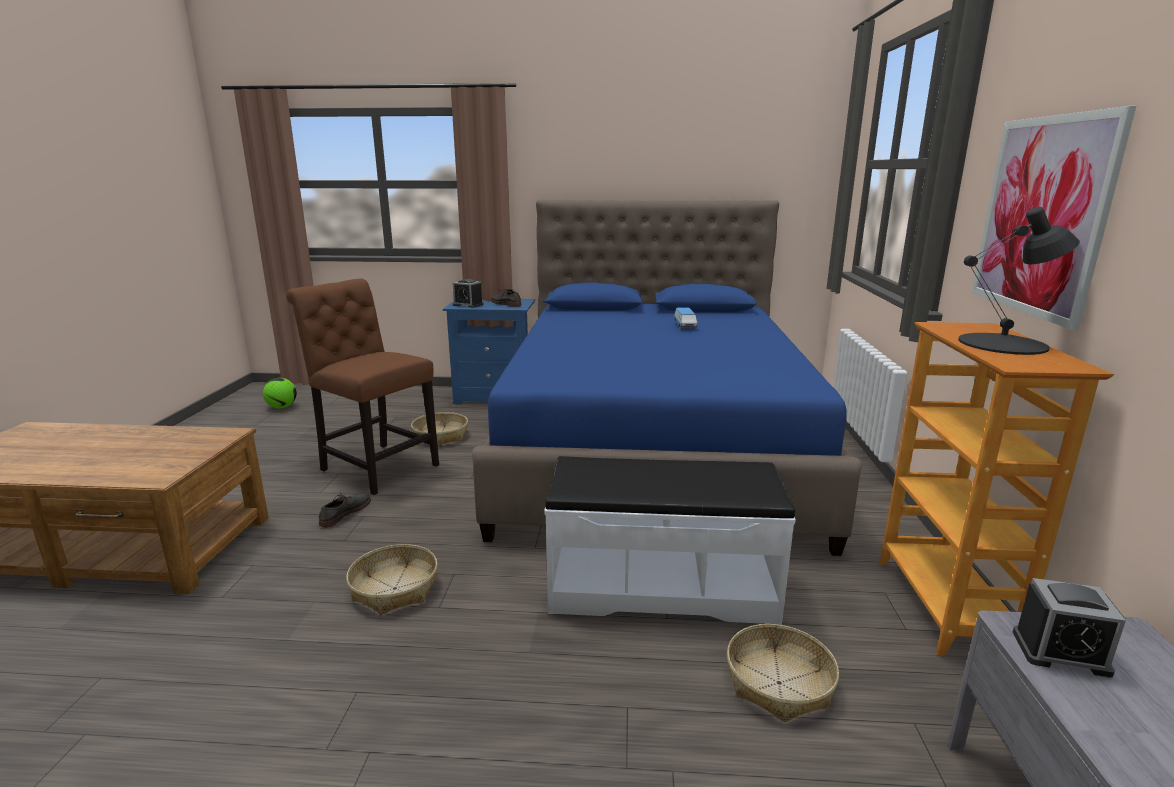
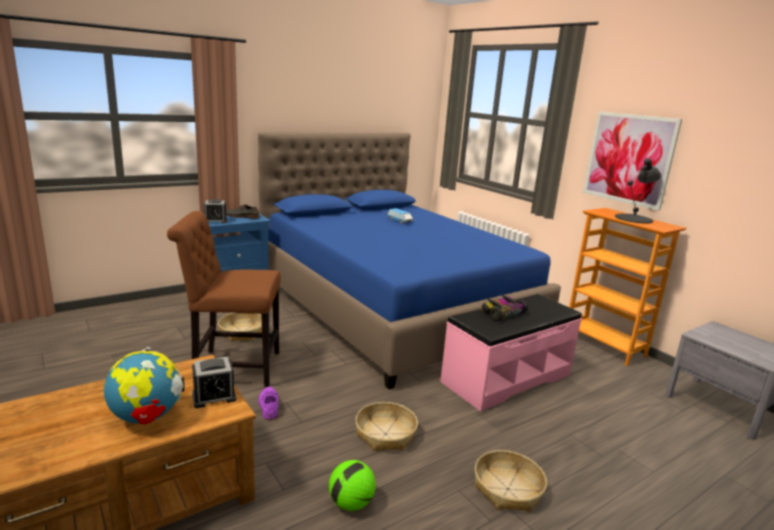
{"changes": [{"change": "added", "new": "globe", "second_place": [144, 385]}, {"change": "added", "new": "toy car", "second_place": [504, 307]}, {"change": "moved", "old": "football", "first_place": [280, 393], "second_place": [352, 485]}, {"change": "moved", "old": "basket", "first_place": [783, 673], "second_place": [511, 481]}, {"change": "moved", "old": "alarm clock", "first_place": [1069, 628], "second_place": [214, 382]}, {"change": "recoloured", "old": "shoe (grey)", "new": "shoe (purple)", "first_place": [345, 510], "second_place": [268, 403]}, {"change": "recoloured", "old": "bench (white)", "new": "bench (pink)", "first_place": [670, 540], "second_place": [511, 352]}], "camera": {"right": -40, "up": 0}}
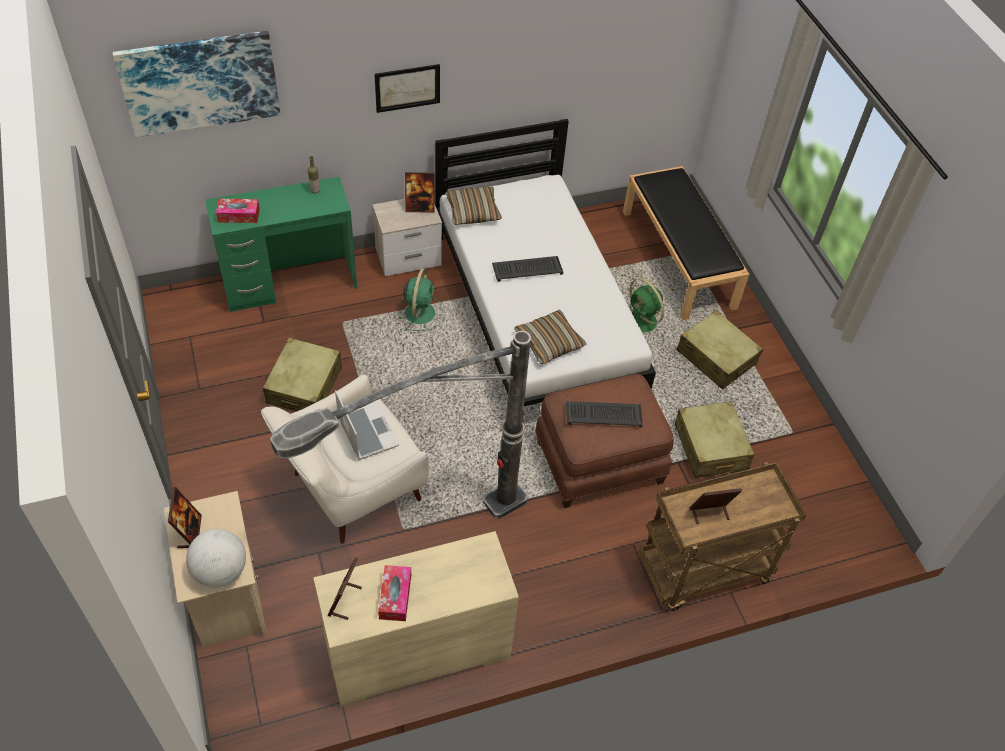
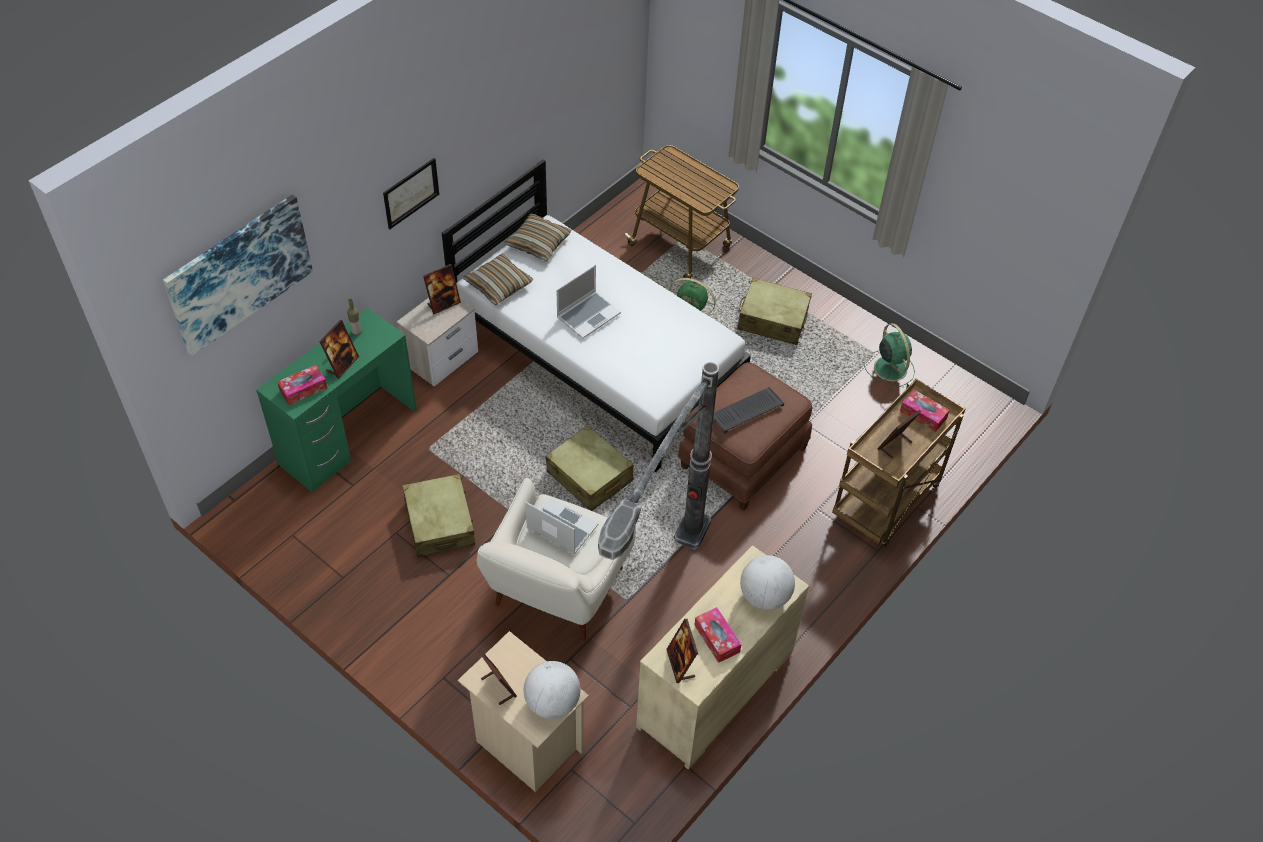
{"changes": [{"change": "added", "new": "picture frame", "second_place": [339, 349]}, {"change": "added", "new": "globe", "second_place": [767, 582]}, {"change": "added", "new": "tissue box", "second_place": [925, 411]}, {"change": "moved", "old": "fan (green)", "first_place": [418, 299], "second_place": [889, 356]}, {"change": "moved", "old": "pillow", "first_place": [550, 336], "second_place": [538, 237]}, {"change": "moved", "old": "suitcase (beige)", "first_place": [715, 439], "second_place": [589, 468]}, {"change": "replaced", "old": "keyboard", "new": "laptop", "first_place": [527, 269], "second_place": [588, 302]}, {"change": "replaced", "old": "bench (black)", "new": "cart", "first_place": [686, 243], "second_place": [682, 213]}], "camera": {"right": -30, "up": 0}}
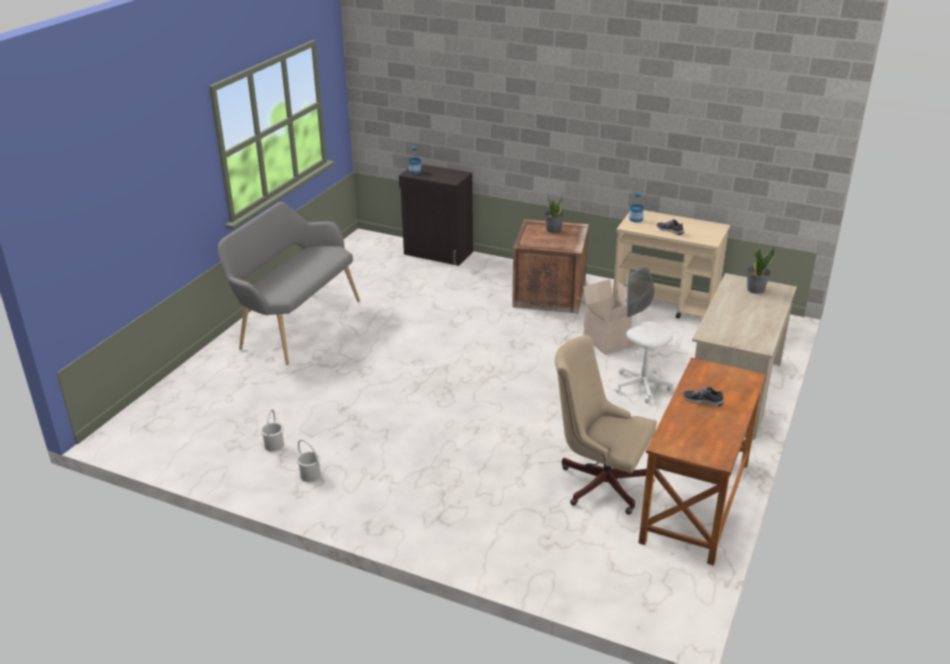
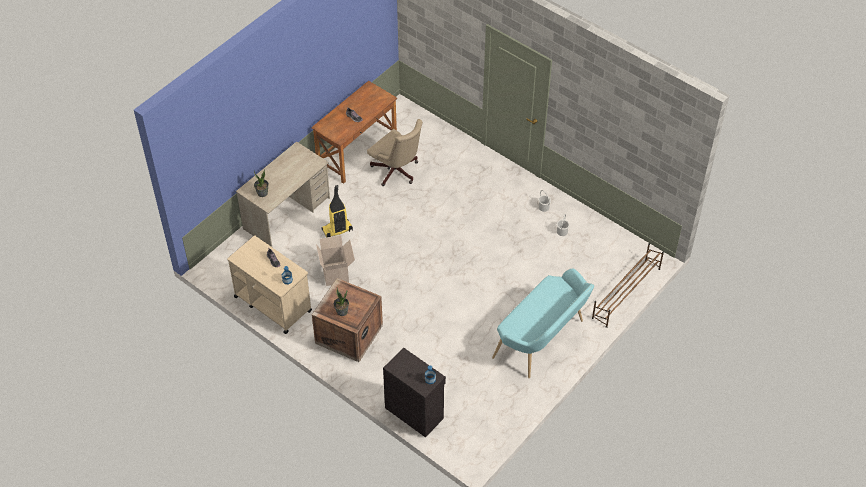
{"changes": [{"change": "added", "new": "shoe rack (brown)", "second_place": [628, 285]}, {"change": "replaced", "old": "office chair (white)", "new": "vacuum cleaner", "first_place": [644, 335], "second_place": [337, 211]}, {"change": "recoloured", "old": "bench (grey)", "new": "bench (turquoise)", "first_place": [289, 283], "second_place": [543, 323]}], "camera": {"right": -165, "up": 20}}
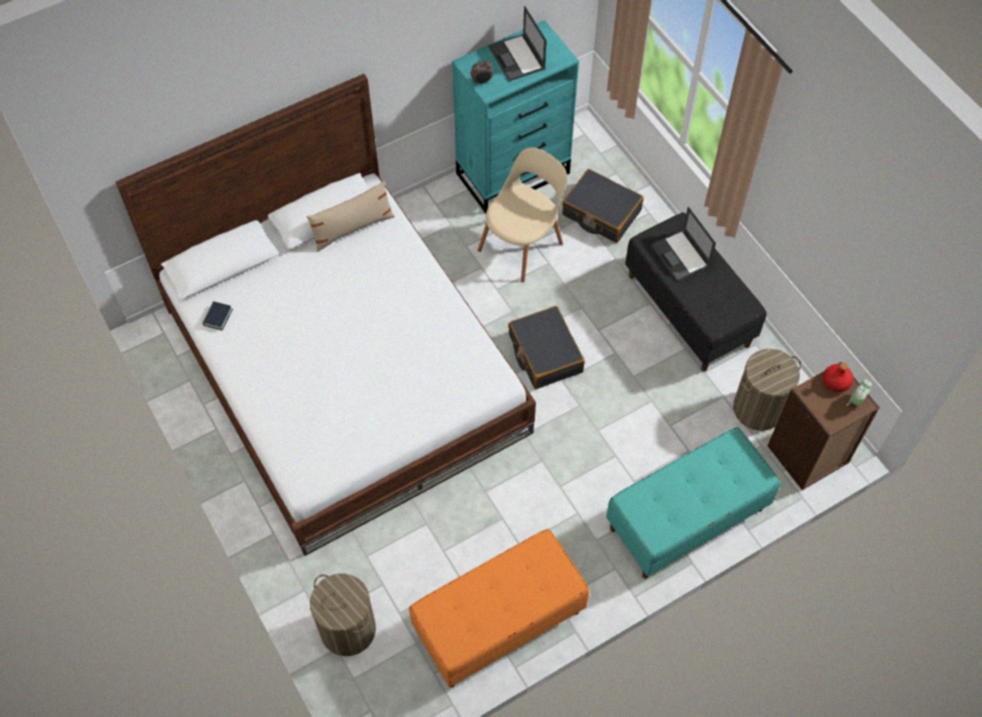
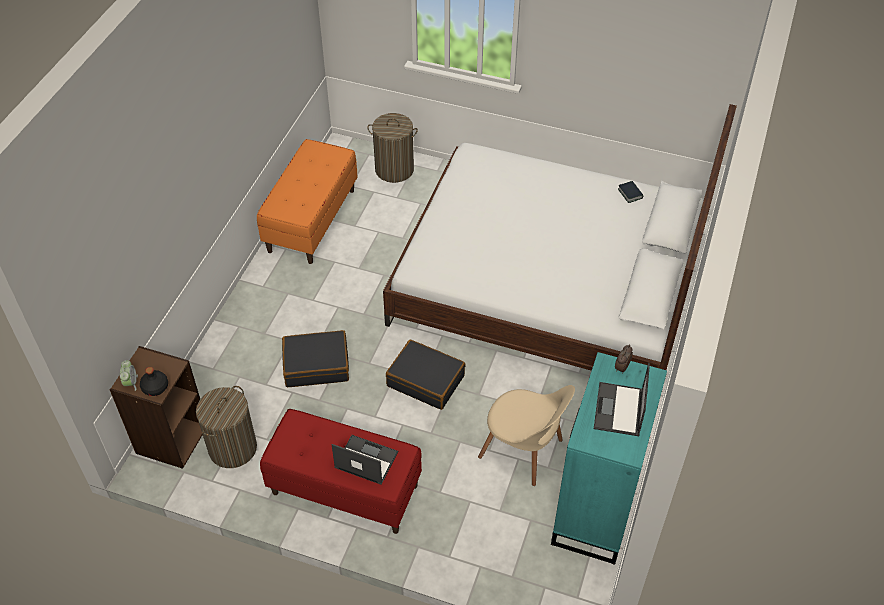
{"changes": [{"change": "removed", "old": "pillow (beige)", "first_place": [351, 216]}, {"change": "removed", "old": "bench (turquoise)", "first_place": [693, 503]}, {"change": "moved", "old": "suitcase (black)", "first_place": [603, 206], "second_place": [315, 358]}, {"change": "recoloured", "old": "bench (black)", "new": "bench (red)", "first_place": [696, 291], "second_place": [341, 471]}, {"change": "recoloured", "old": "bottle (red)", "new": "bottle (black)", "first_place": [838, 377], "second_place": [154, 381]}, {"change": "turned", "old": "chair (beige)", "first_place": [522, 214], "second_place": [526, 435], "degrees": -60}, {"change": "turned", "old": "laptop", "first_place": [518, 43], "second_place": [622, 399], "degrees": -105}], "camera": {"right": 140, "up": -10}}
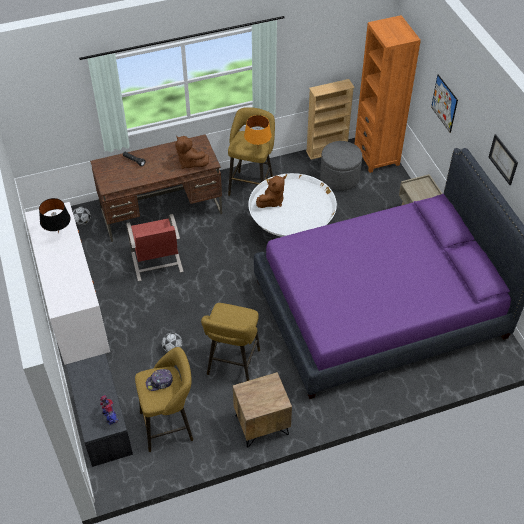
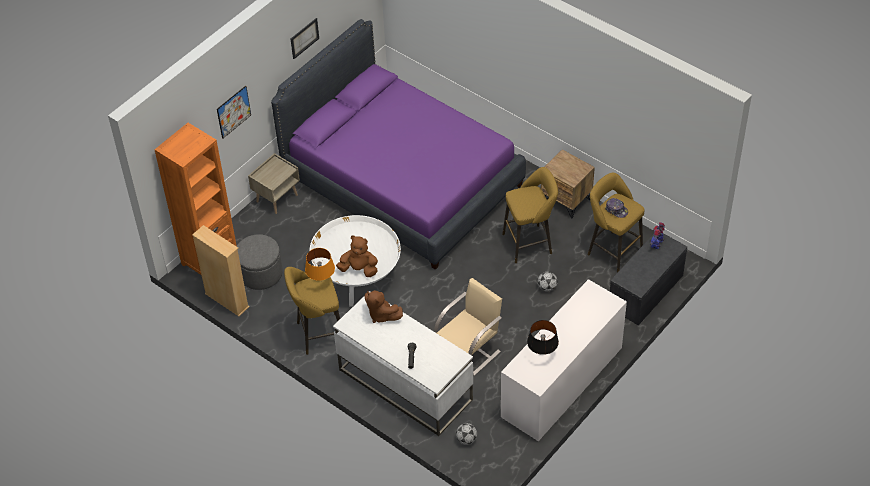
{"changes": [{"change": "recoloured", "old": "desk (brown)", "new": "desk (white)", "first_place": [156, 188], "second_place": [403, 363]}, {"change": "recoloured", "old": "chair (red)", "new": "chair (beige)", "first_place": [155, 247], "second_place": [468, 327]}, {"change": "turned", "old": "plush toy (brown)", "first_place": [192, 152], "second_place": [383, 306], "degrees": 120}], "camera": {"right": -120, "up": 0}}
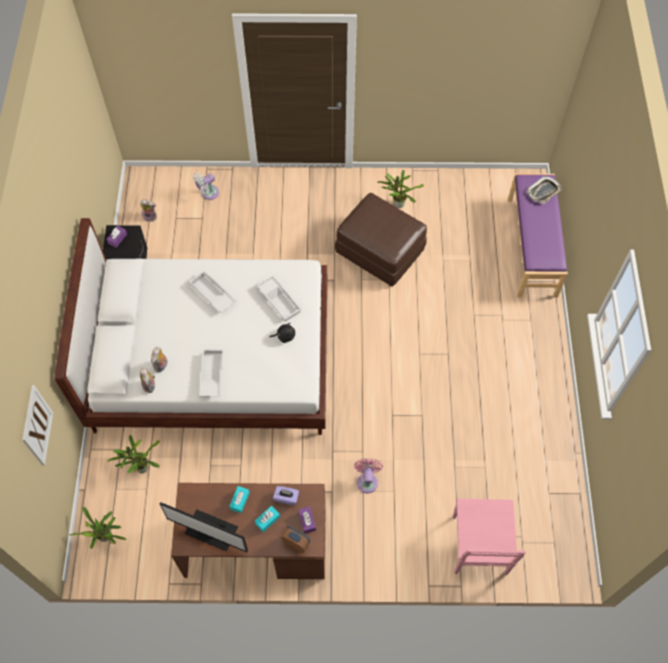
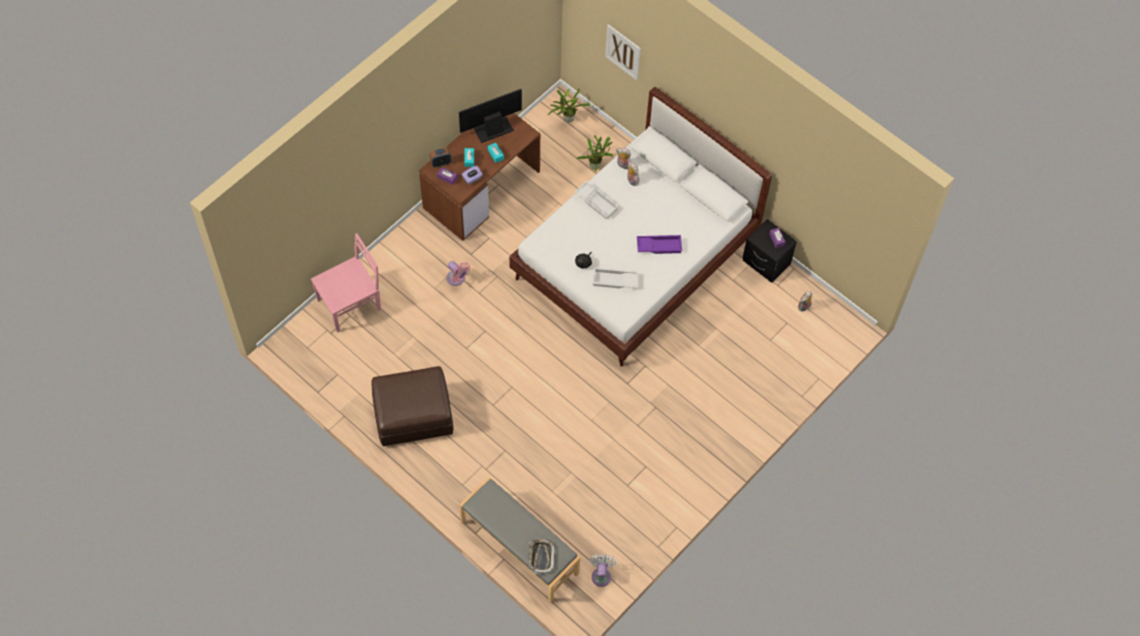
{"changes": [{"change": "removed", "old": "potted plant", "first_place": [400, 189]}, {"change": "moved", "old": "fan (white)", "first_place": [206, 186], "second_place": [602, 570]}, {"change": "moved", "old": "ottoman (brown)", "first_place": [381, 240], "second_place": [412, 406]}, {"change": "recoloured", "old": "tray (white)", "new": "tray (purple)", "first_place": [213, 291], "second_place": [659, 244]}, {"change": "recoloured", "old": "bench (purple)", "new": "bench (grey)", "first_place": [538, 235], "second_place": [519, 540]}, {"change": "turned", "old": "chair (pink)", "first_place": [489, 537], "second_place": [346, 282], "degrees": 105}], "camera": {"right": 130, "up": 0}}
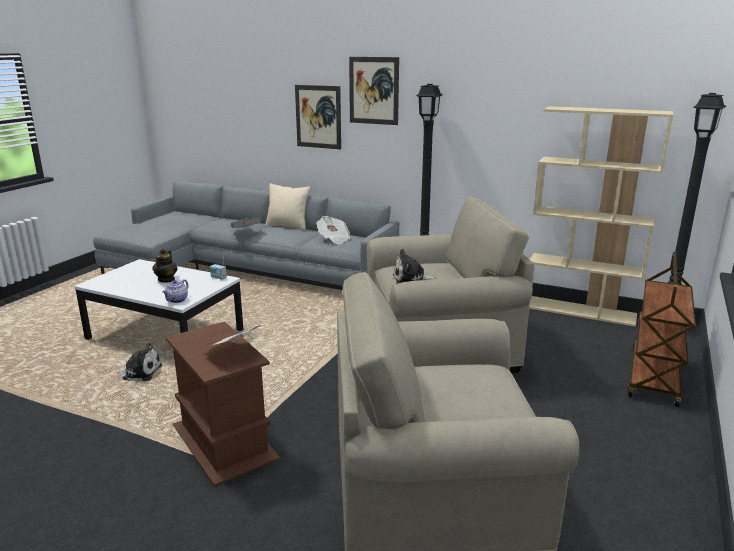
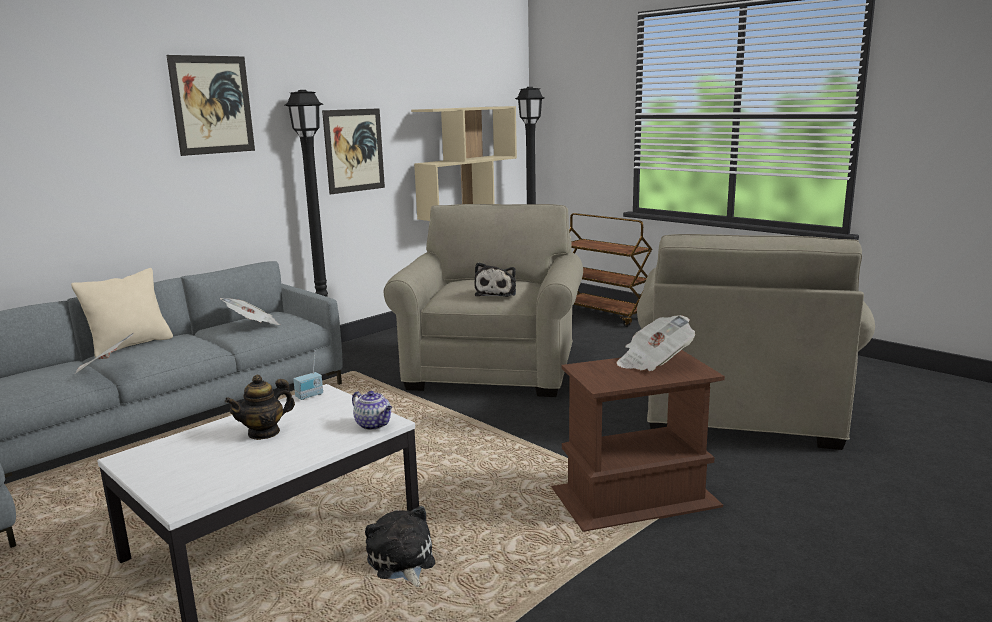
{"changes": [{"change": "moved", "old": "picture", "first_place": [318, 117], "second_place": [353, 151]}, {"change": "turned", "old": "plush toy", "first_place": [139, 362], "second_place": [400, 546], "degrees": -45}, {"change": "turned", "old": "teapot", "first_place": [165, 265], "second_place": [260, 407], "degrees": 120}], "camera": {"right": -70, "up": -5}}
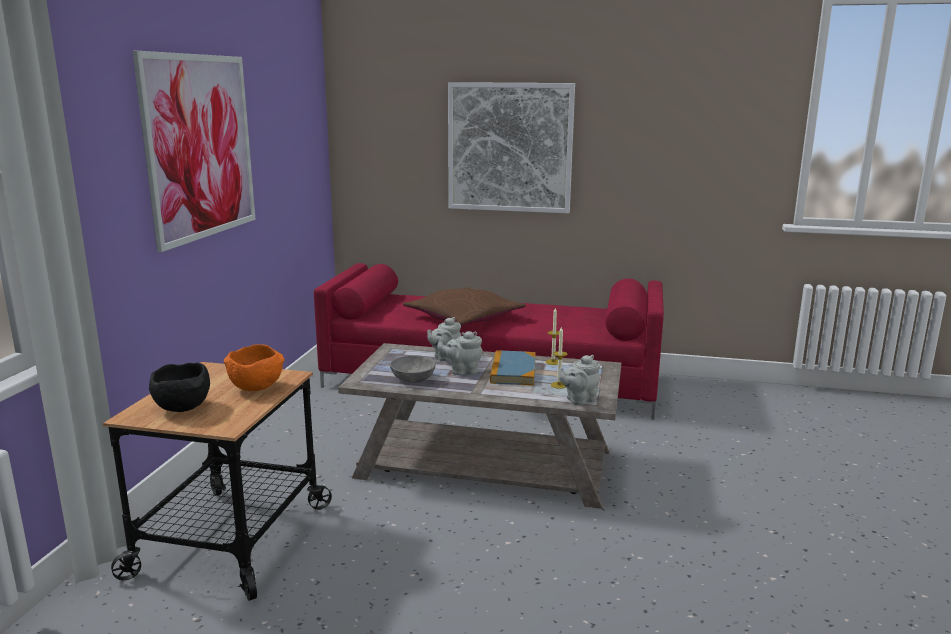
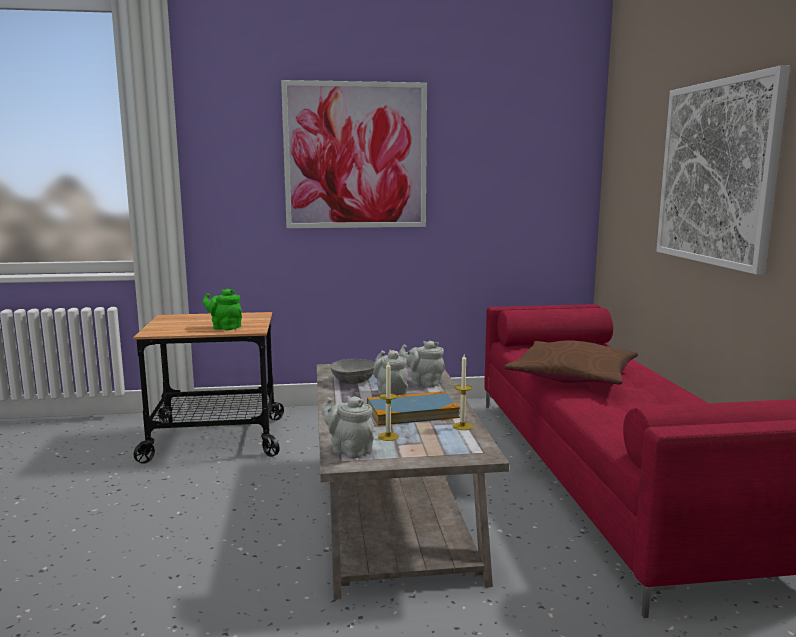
{"changes": [{"change": "removed", "old": "bowl (black)", "first_place": [179, 387]}, {"change": "replaced", "old": "bowl (orange)", "new": "teapot (green)", "first_place": [254, 367], "second_place": [222, 309]}], "camera": {"right": 70, "up": -5}}
